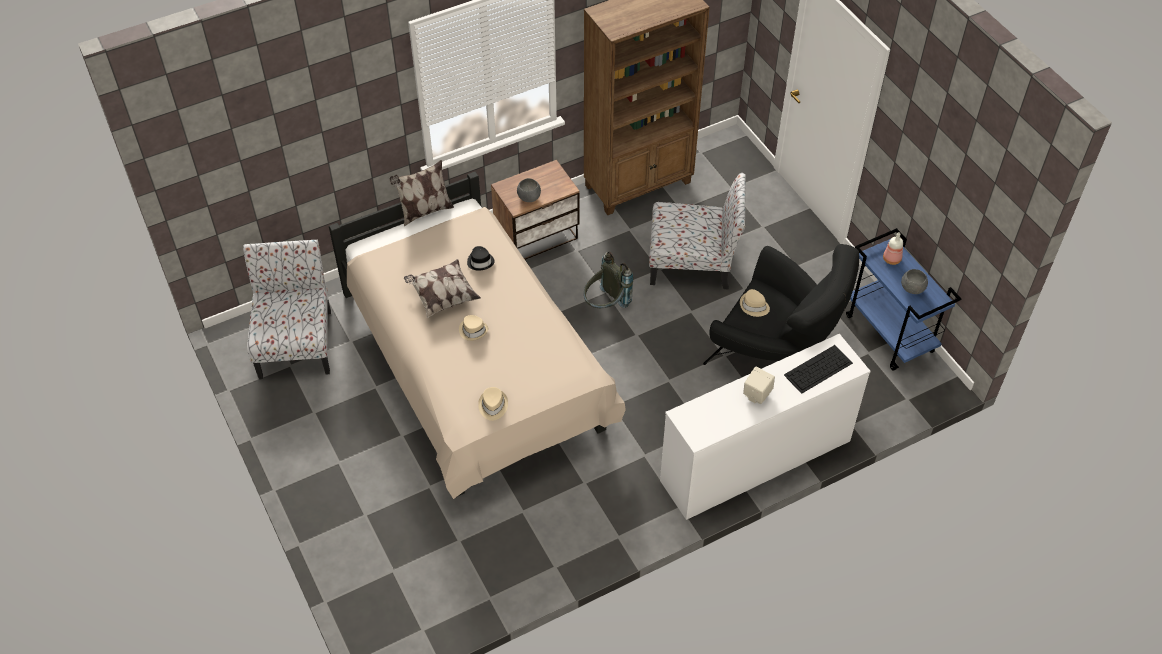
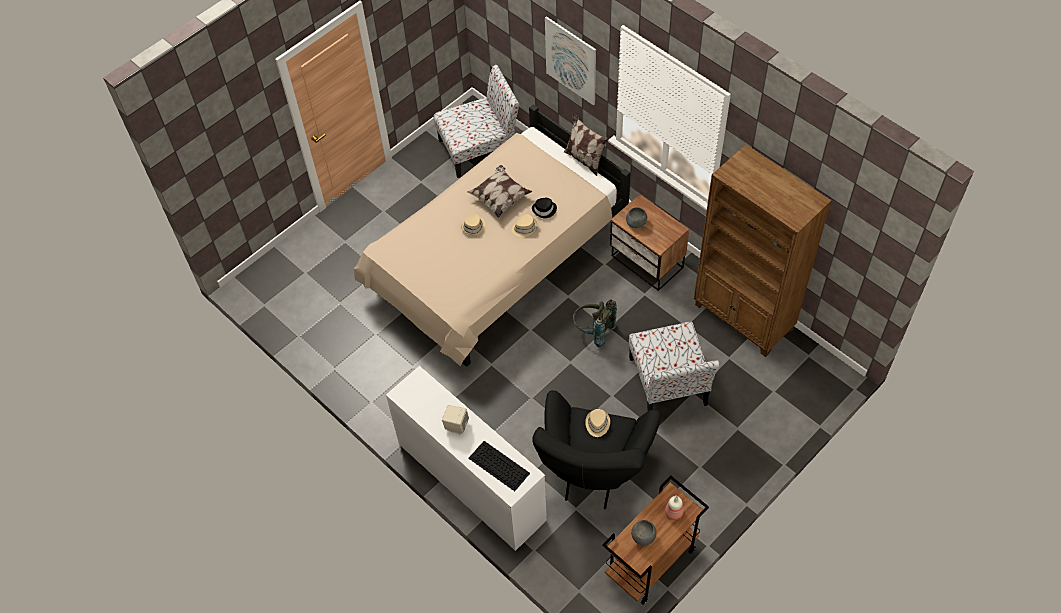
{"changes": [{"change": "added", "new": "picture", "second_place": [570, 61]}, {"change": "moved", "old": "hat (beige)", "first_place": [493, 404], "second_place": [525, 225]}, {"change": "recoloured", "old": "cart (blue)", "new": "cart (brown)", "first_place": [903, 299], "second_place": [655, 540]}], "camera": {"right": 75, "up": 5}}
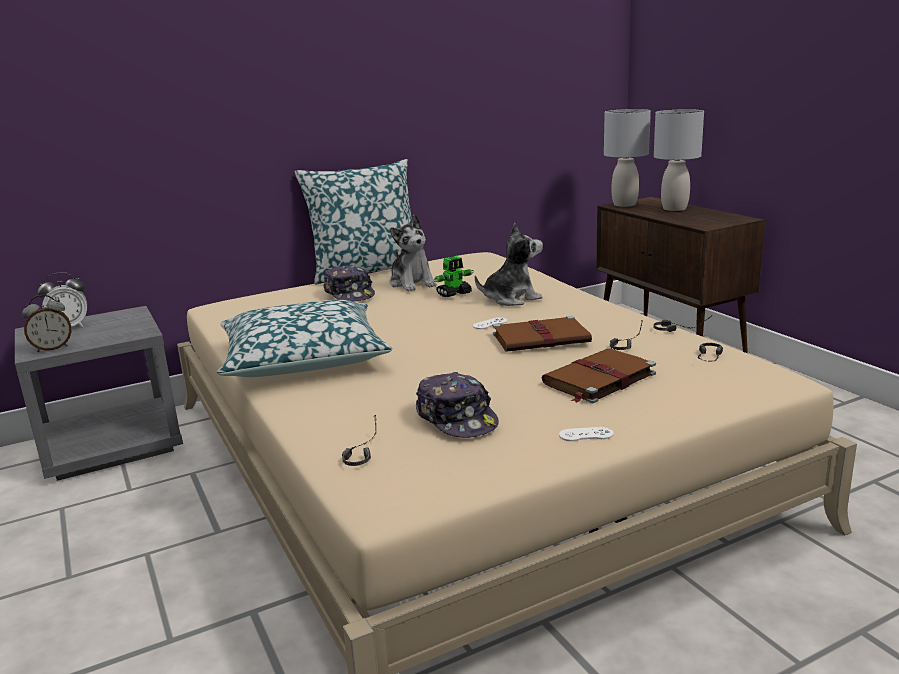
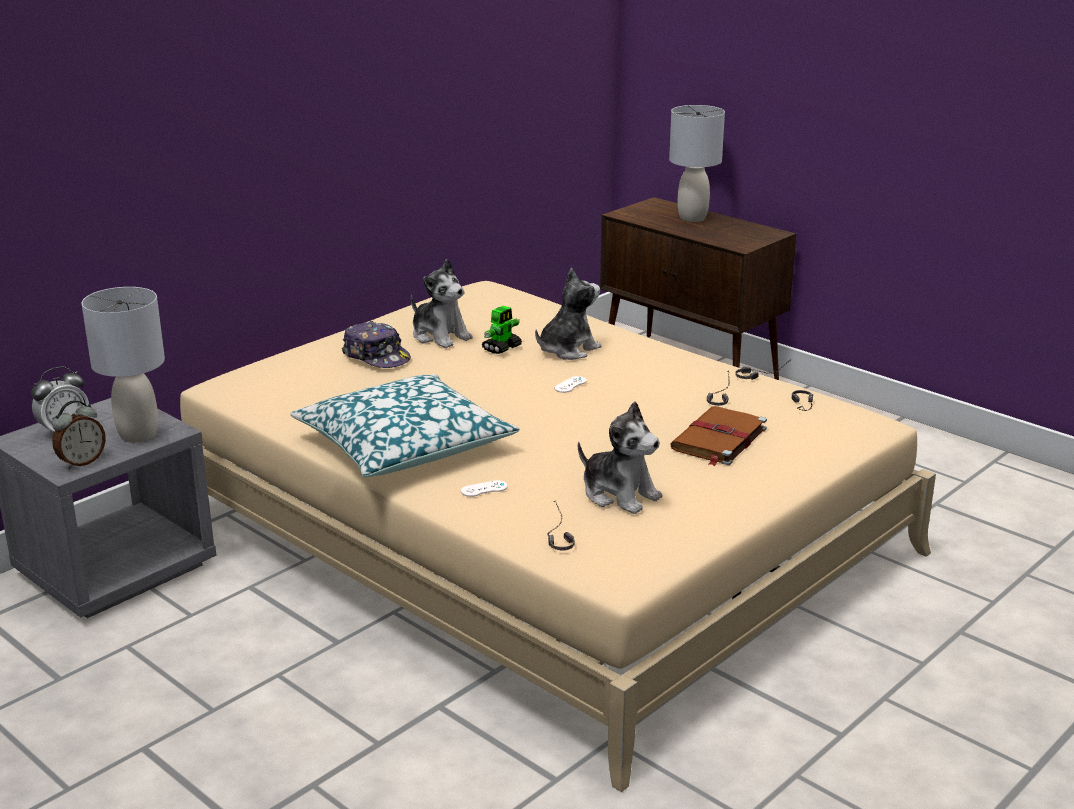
{"changes": [{"change": "removed", "old": "pillow", "first_place": [353, 222]}, {"change": "removed", "old": "book (brown)", "first_place": [542, 334]}, {"change": "moved", "old": "game controller (white)", "first_place": [586, 434], "second_place": [484, 488]}, {"change": "moved", "old": "table lamp (grey)", "first_place": [627, 158], "second_place": [123, 365]}, {"change": "replaced", "old": "cap", "new": "plush toy", "first_place": [457, 405], "second_place": [620, 457]}], "camera": {"right": -20, "up": 5}}
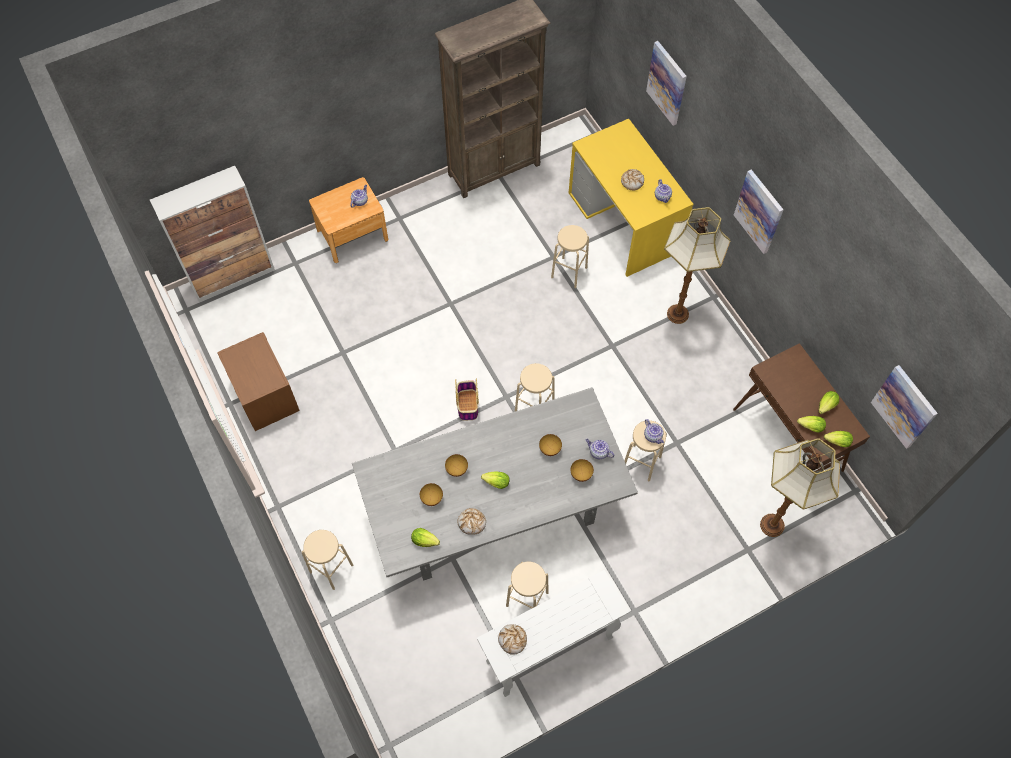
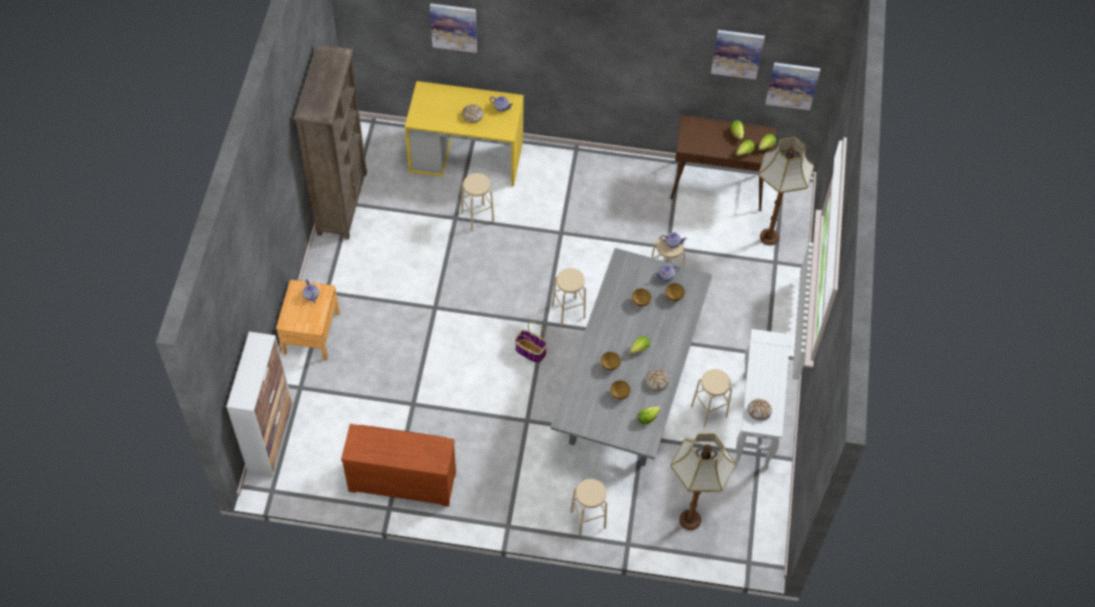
{"changes": [{"change": "moved", "old": "floor lamp", "first_place": [697, 265], "second_place": [703, 481]}, {"change": "moved", "old": "picture", "first_place": [759, 212], "second_place": [738, 54]}, {"change": "replaced", "old": "nightstand (brown)", "new": "dresser (brown)", "first_place": [258, 381], "second_place": [398, 465]}], "camera": {"right": -55, "up": -5}}
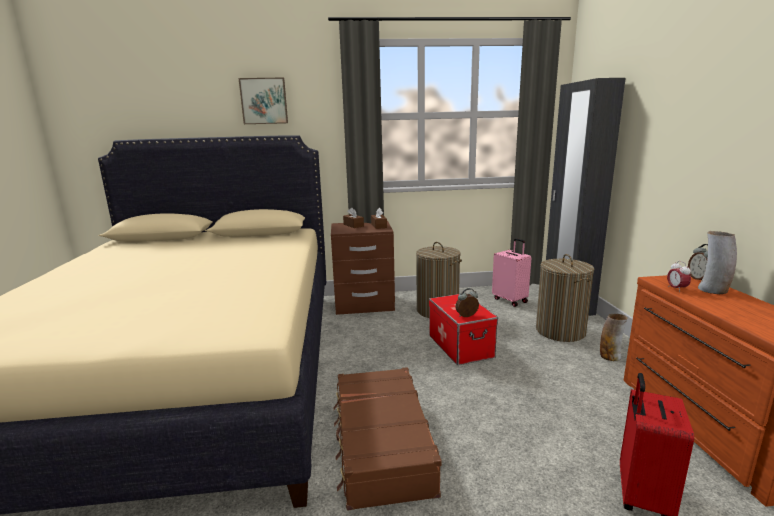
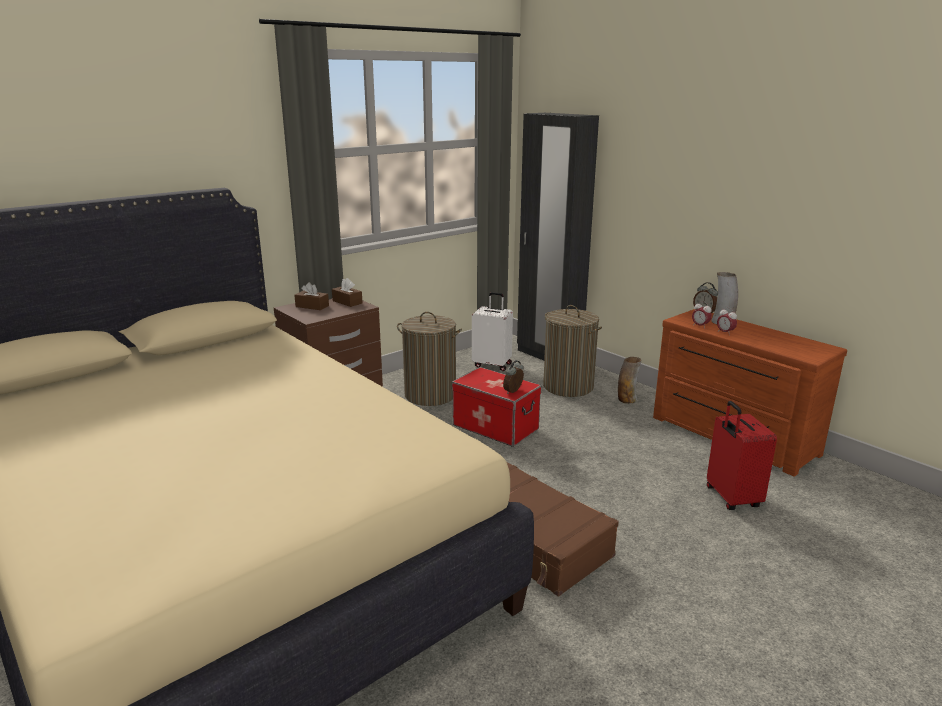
{"changes": [{"change": "removed", "old": "picture", "first_place": [263, 100]}, {"change": "added", "new": "alarm clock", "second_place": [727, 320]}, {"change": "recoloured", "old": "suitcase (pink)", "new": "suitcase (white)", "first_place": [511, 272], "second_place": [492, 331]}], "camera": {"right": -35, "up": 5}}
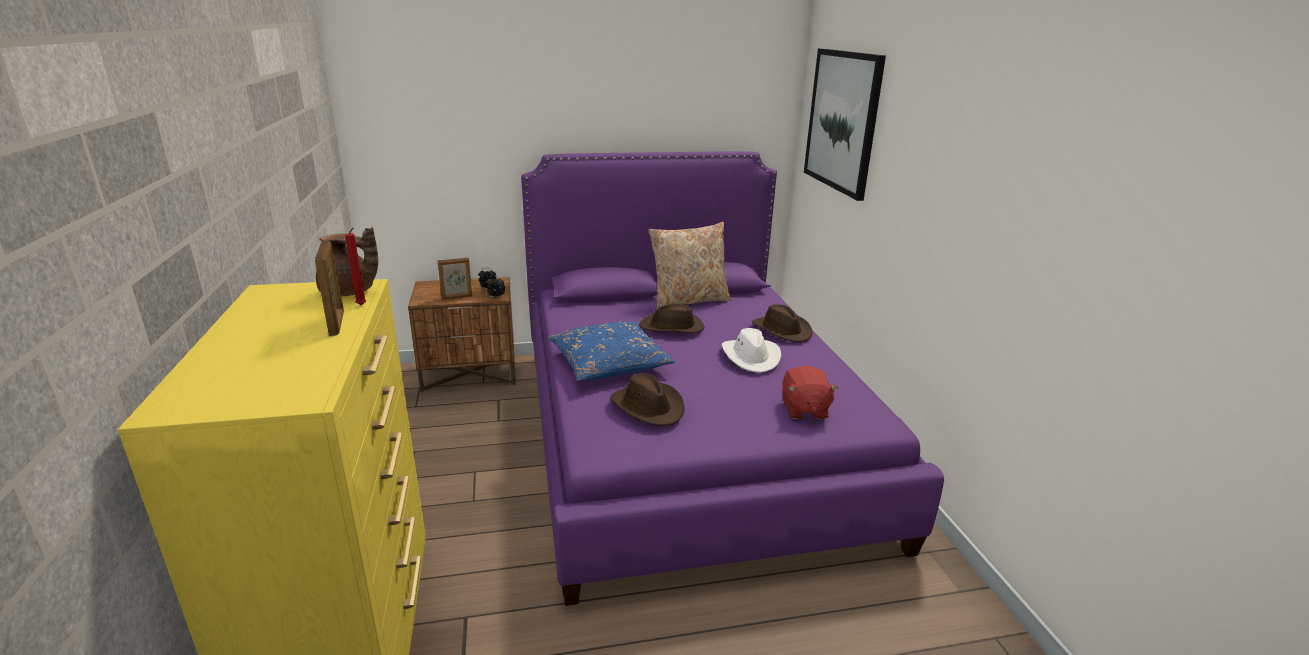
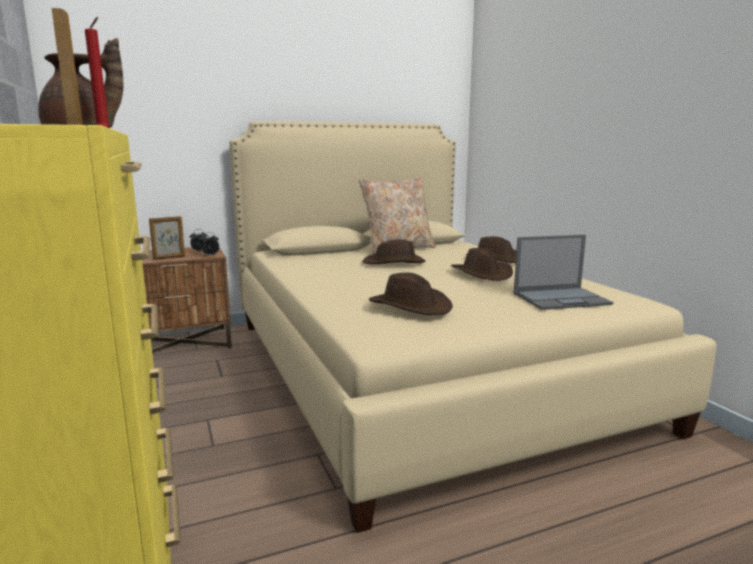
{"changes": [{"change": "removed", "old": "pillow (blue)", "first_place": [611, 351]}, {"change": "removed", "old": "picture", "first_place": [845, 124]}, {"change": "replaced", "old": "plush toy (red)", "new": "laptop", "first_place": [810, 393], "second_place": [564, 272]}, {"change": "recoloured", "old": "bed (purple)", "new": "bed (beige)", "first_place": [732, 378], "second_place": [473, 327]}, {"change": "recoloured", "old": "hat (white)", "new": "hat (brown)", "first_place": [751, 350], "second_place": [482, 264]}], "camera": {"right": -10, "up": -10}}
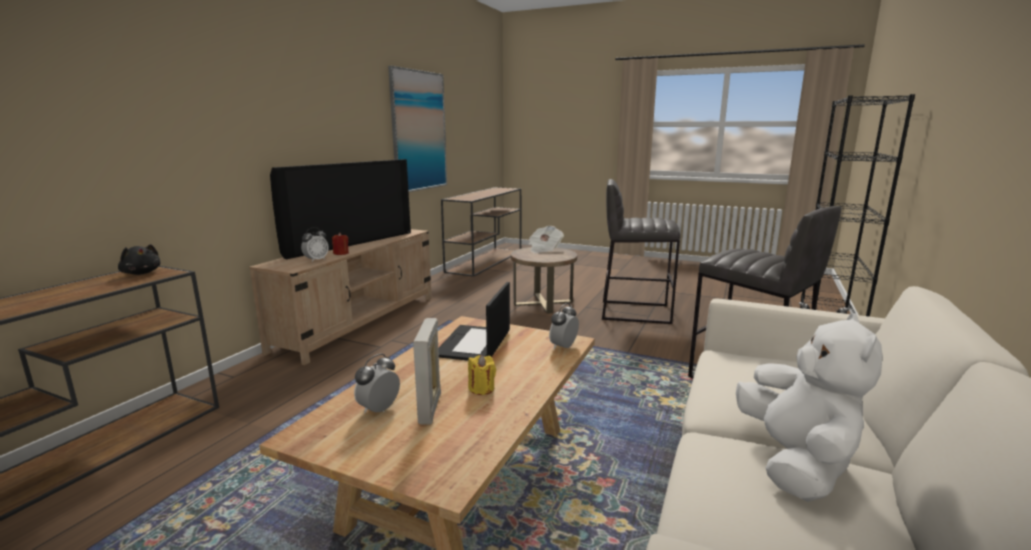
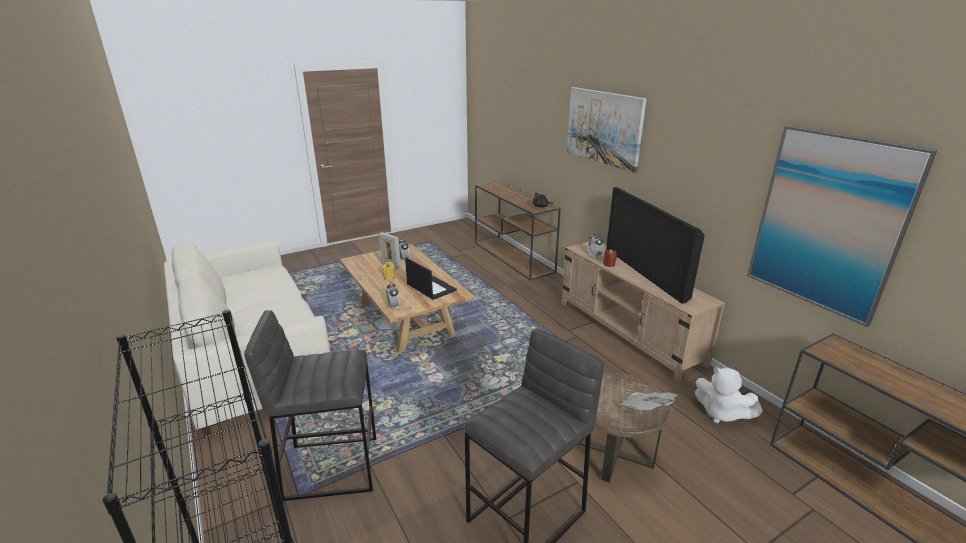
{"changes": [{"change": "added", "new": "picture", "second_place": [607, 130]}, {"change": "moved", "old": "plush toy (white)", "first_place": [809, 407], "second_place": [729, 395]}], "camera": {"right": 125, "up": 10}}
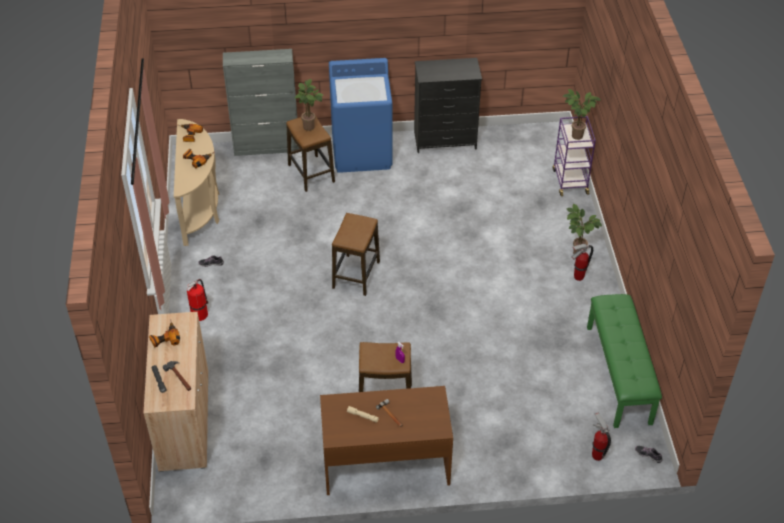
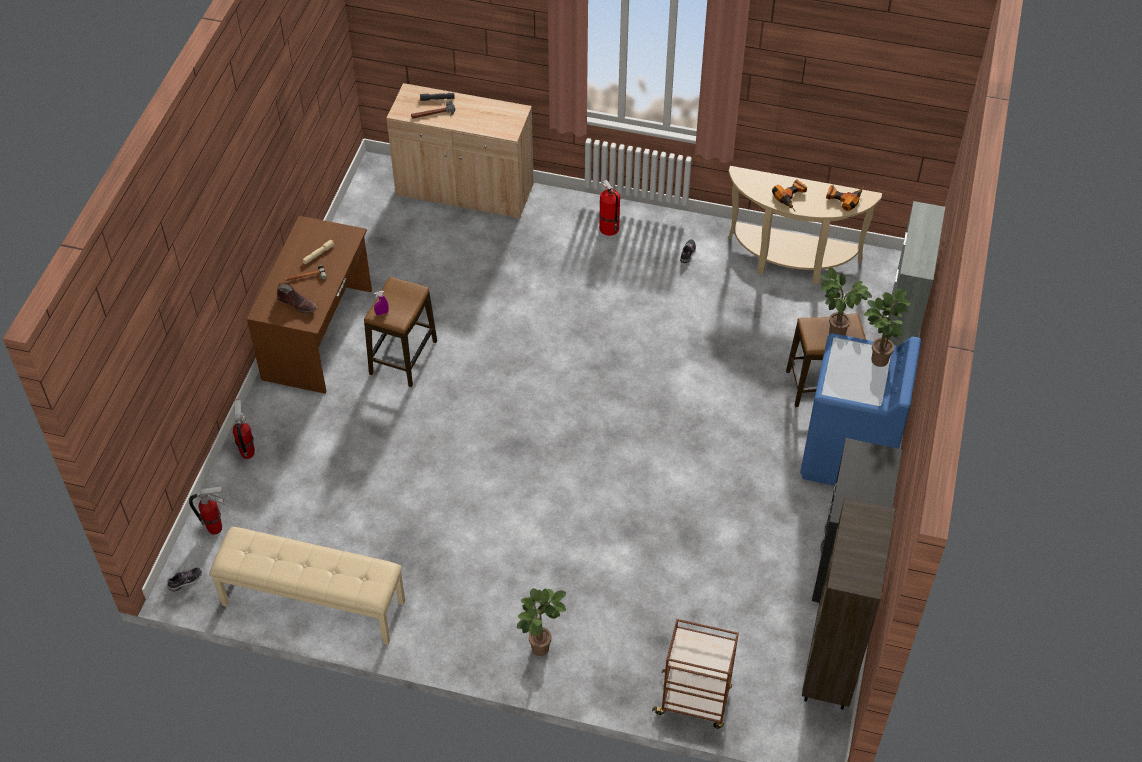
{"changes": [{"change": "removed", "old": "power drill", "first_place": [164, 333]}, {"change": "removed", "old": "stool", "first_place": [356, 254]}, {"change": "added", "new": "boot (brown)", "second_place": [297, 297]}, {"change": "added", "new": "bookcase (brown)", "second_place": [848, 604]}, {"change": "moved", "old": "potted plant", "first_place": [582, 114], "second_place": [887, 328]}, {"change": "moved", "old": "fire extinguisher", "first_place": [582, 262], "second_place": [244, 429]}, {"change": "recoloured", "old": "cart (purple)", "new": "cart (brown)", "first_place": [574, 156], "second_place": [695, 674]}, {"change": "recoloured", "old": "bench (green)", "new": "bench (beige)", "first_place": [624, 361], "second_place": [307, 586]}], "camera": {"right": 110, "up": 5}}
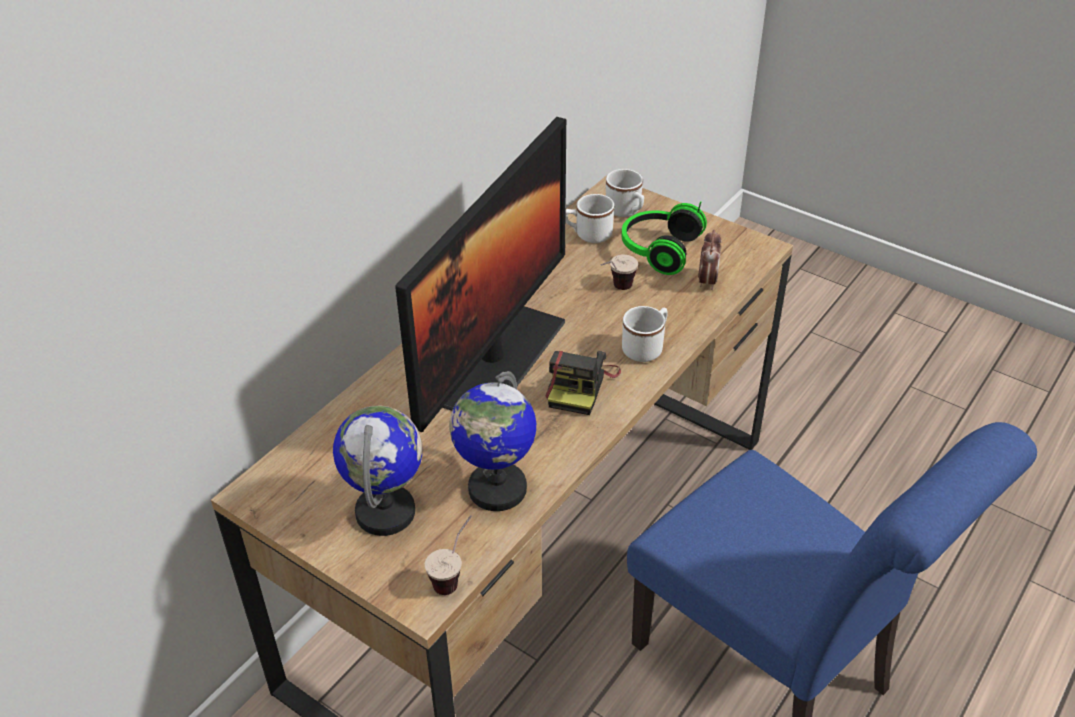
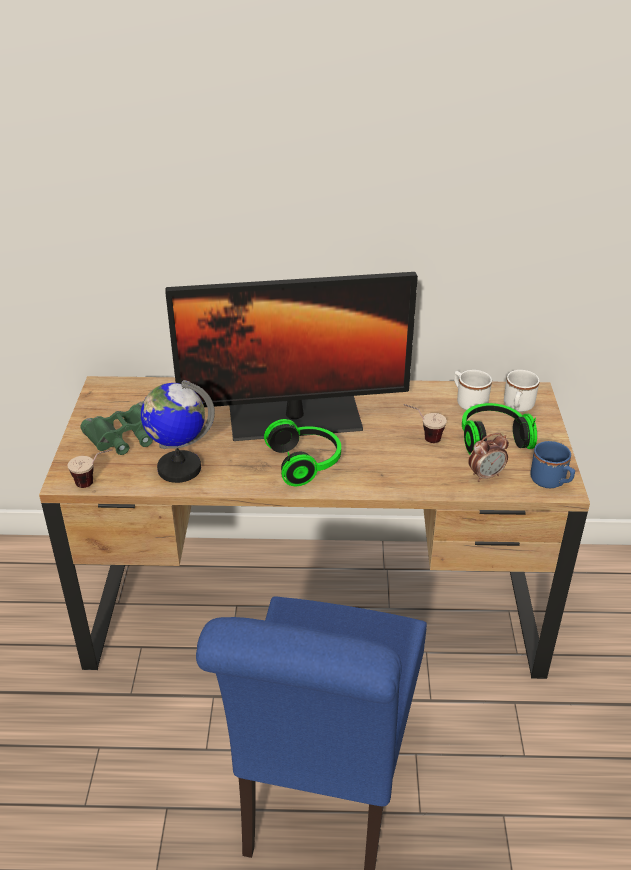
{"changes": [{"change": "removed", "old": "mug (white)", "first_place": [645, 334]}, {"change": "added", "new": "mug (blue)", "second_place": [552, 464]}, {"change": "replaced", "old": "globe", "new": "binoculars (green)", "first_place": [377, 470], "second_place": [116, 428]}, {"change": "replaced", "old": "photo camera", "new": "headphones", "first_place": [583, 383], "second_place": [302, 452]}], "camera": {"right": 55, "up": -5}}
